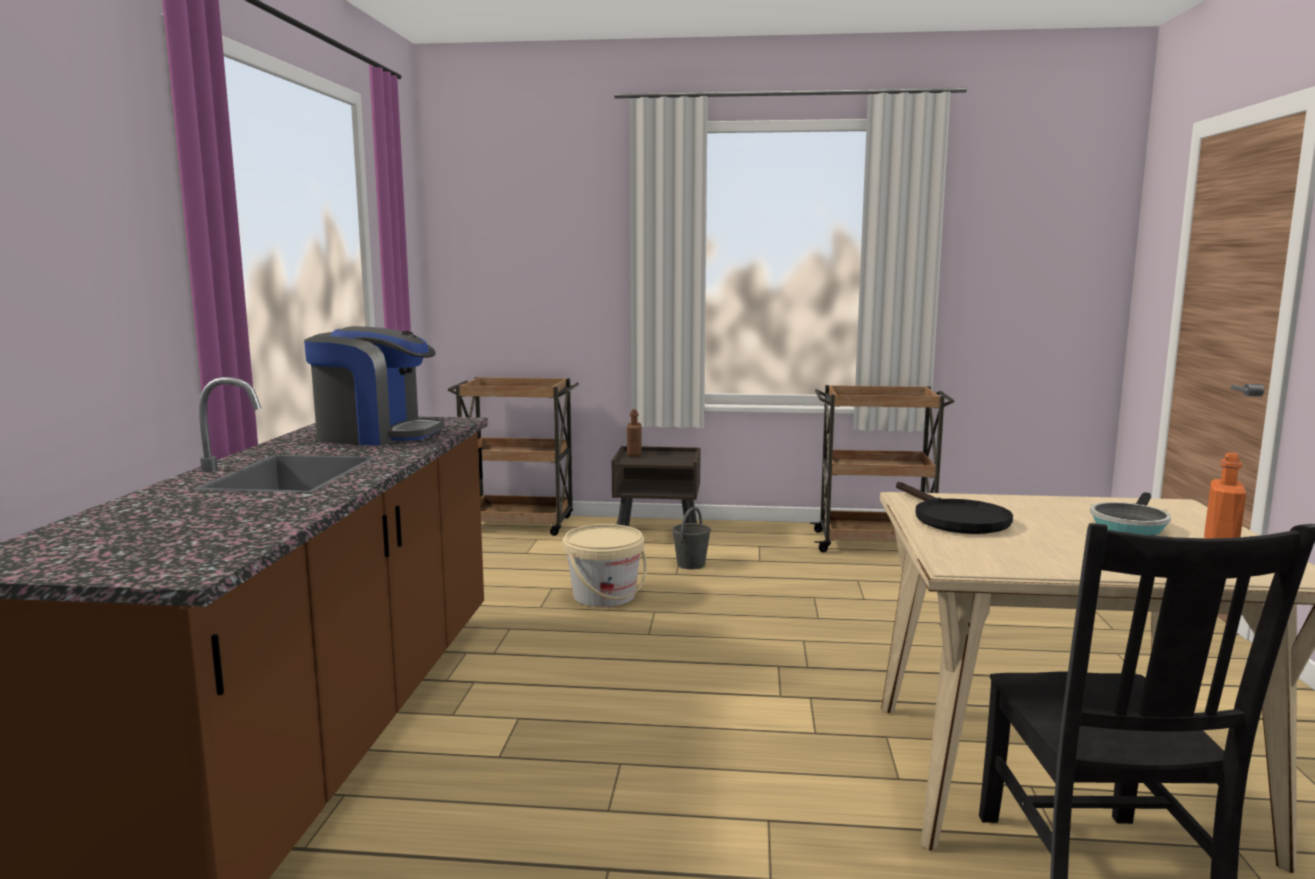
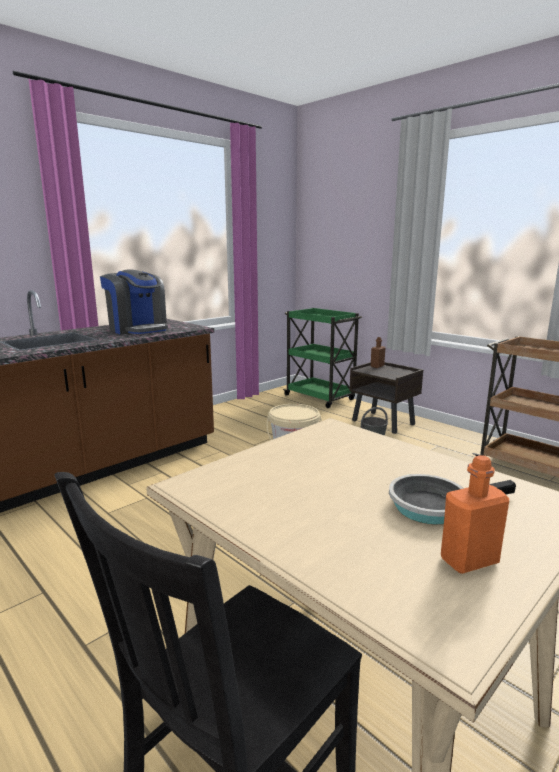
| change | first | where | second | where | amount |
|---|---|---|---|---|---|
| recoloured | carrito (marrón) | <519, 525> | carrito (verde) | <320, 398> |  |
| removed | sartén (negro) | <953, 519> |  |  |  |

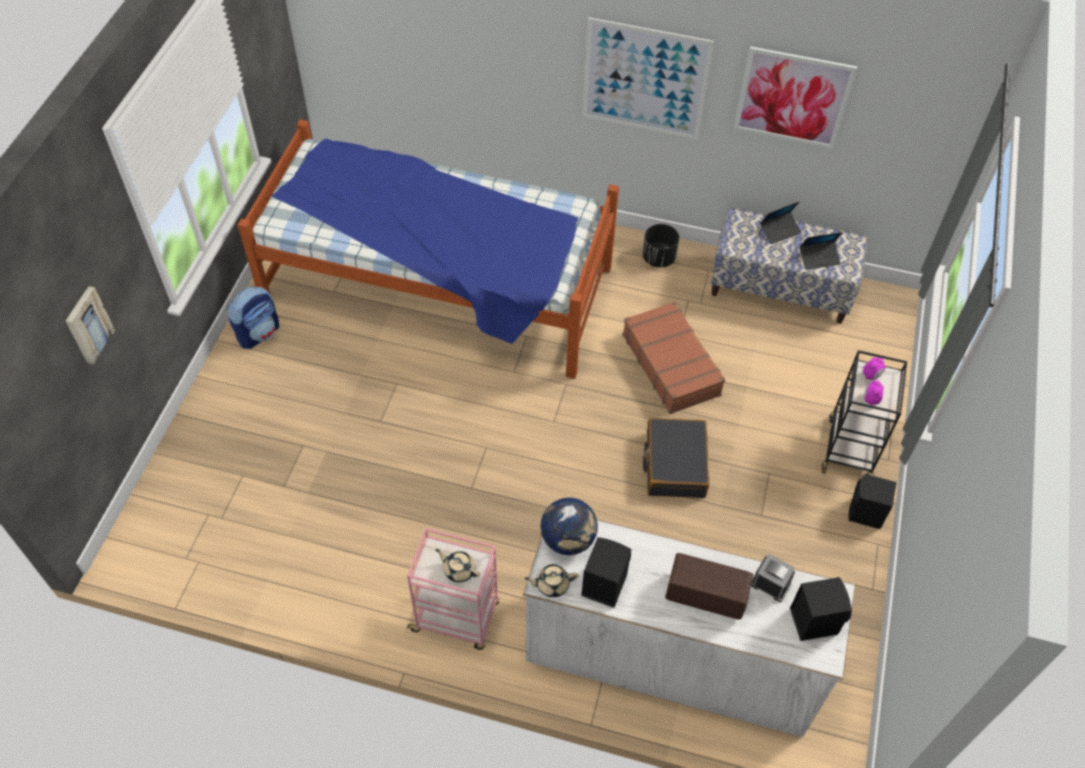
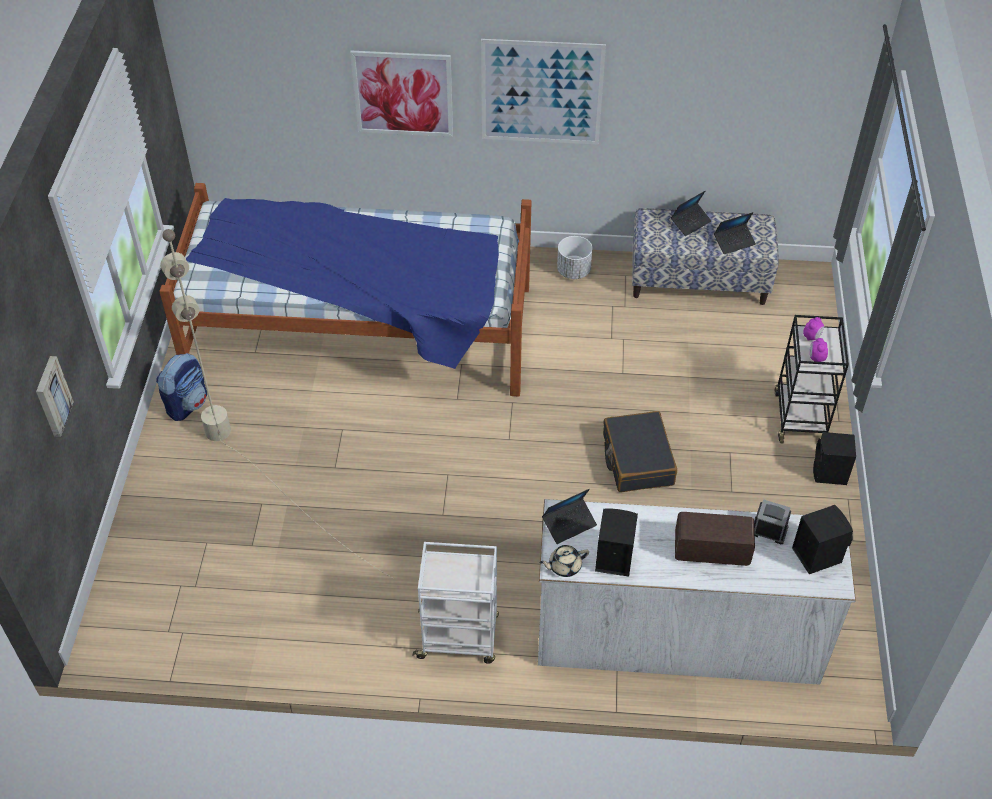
| change | first | where | second | where | amount |
|---|---|---|---|---|---|
| added |  |  | lámpara de pie (beis) | <262, 471> |  |
| moved | cuadro | <793, 98> |  | <403, 93> |  |
| recoloured | carrito (rosa) | <457, 617> | carrito (blanco) | <459, 637> |  |
| replaced | globo terráqueo | <568, 539> | portátil | <569, 524> |  |
| recoloured | maceta (negro) | <658, 258> | maceta (blanco) | <574, 271> |  |
| removed | tetera (beis) | <459, 569> |  |  |  |
| removed | maleta (marrón) | <671, 364> |  |  |  |

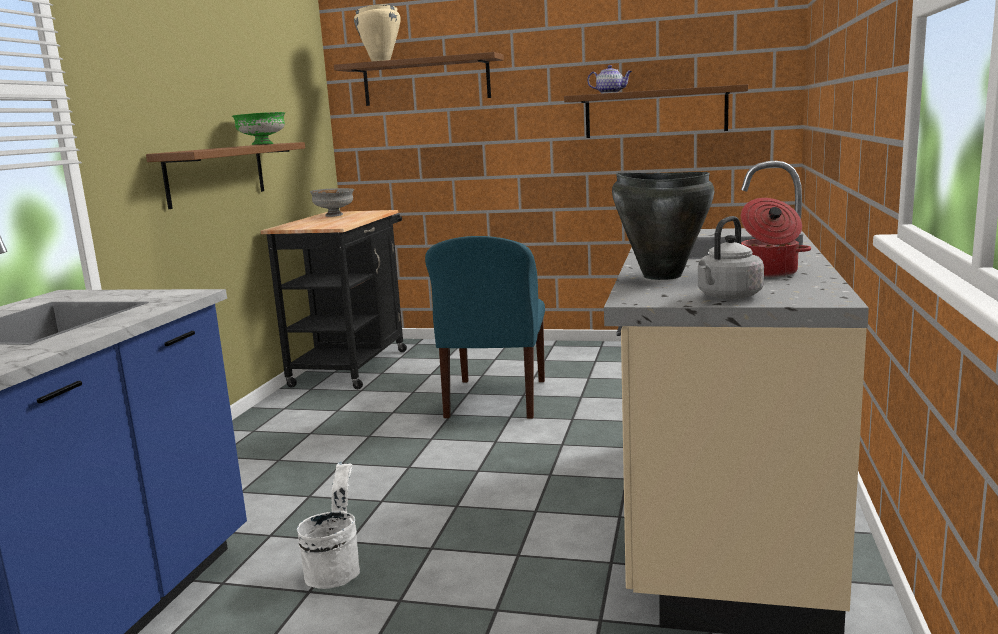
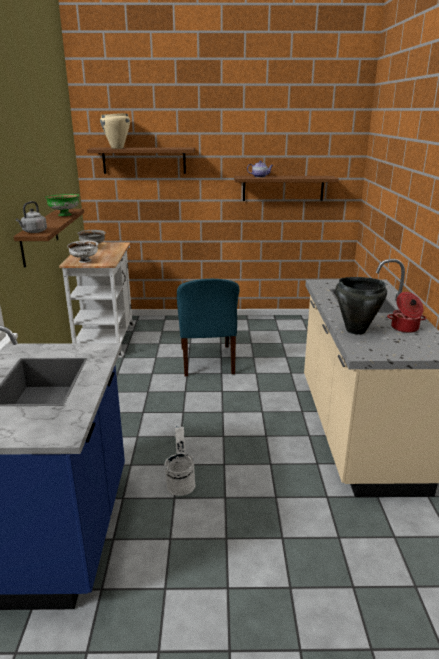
| change | first | where | second | where | amount |
|---|---|---|---|---|---|
| moved | hervidor (gris) | <727, 296> |  | <33, 232> |  |
| recoloured | carrito (negro) | <353, 365> | carrito (blanco) | <106, 338> |  |
| added |  |  | cuenco (blanco) | <85, 261> |  |

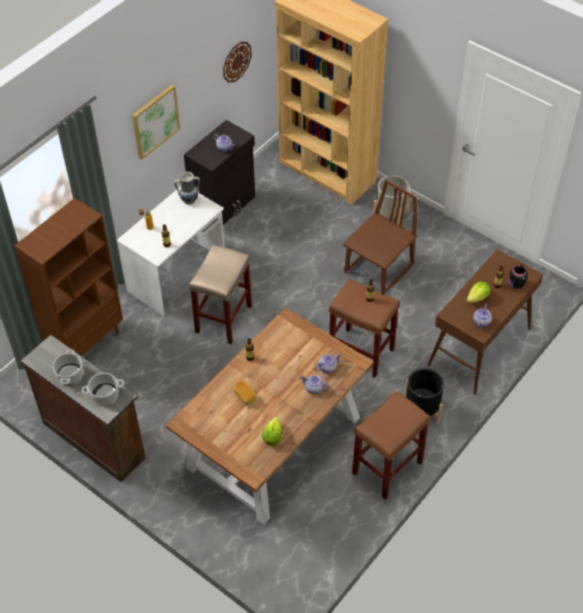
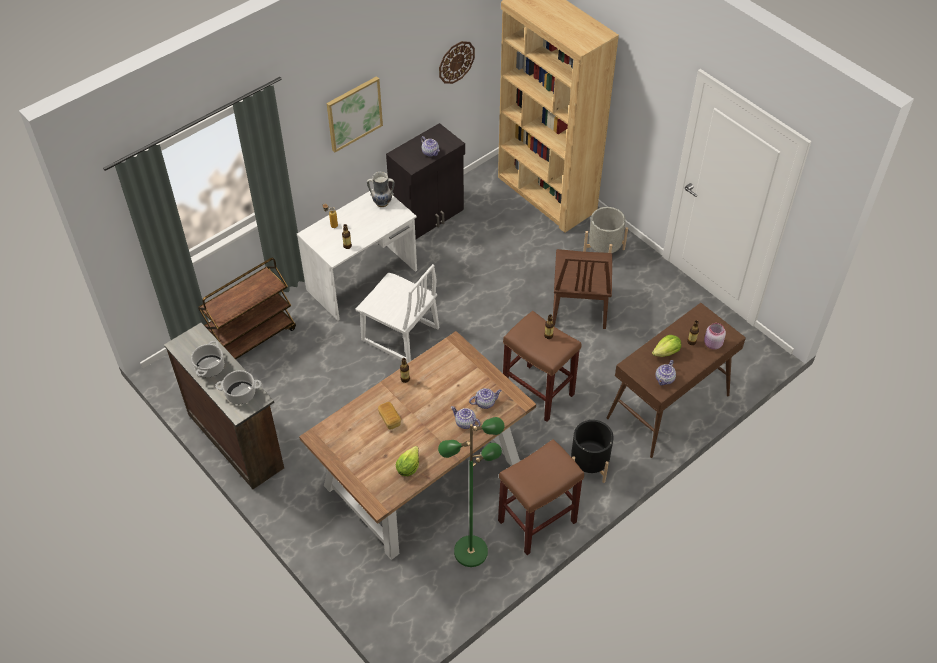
| change | first | where | second | where | amount |
|---|---|---|---|---|---|
| replaced | estantería (marrón) | <87, 344> | carrito (marrón) | <252, 339> |  |
| replaced | taburete (beis) | <223, 320> | silla (blanco) | <400, 335> |  |
| added |  |  | lámpara de pie (verde) | <471, 550> |  |
| turned | silla (marrón) | <379, 269> |  | <578, 306> | 135 degrees clockwise |
| recoloured | tarro (negro) | <515, 284> | tarro (rosa) | <712, 344> |  |

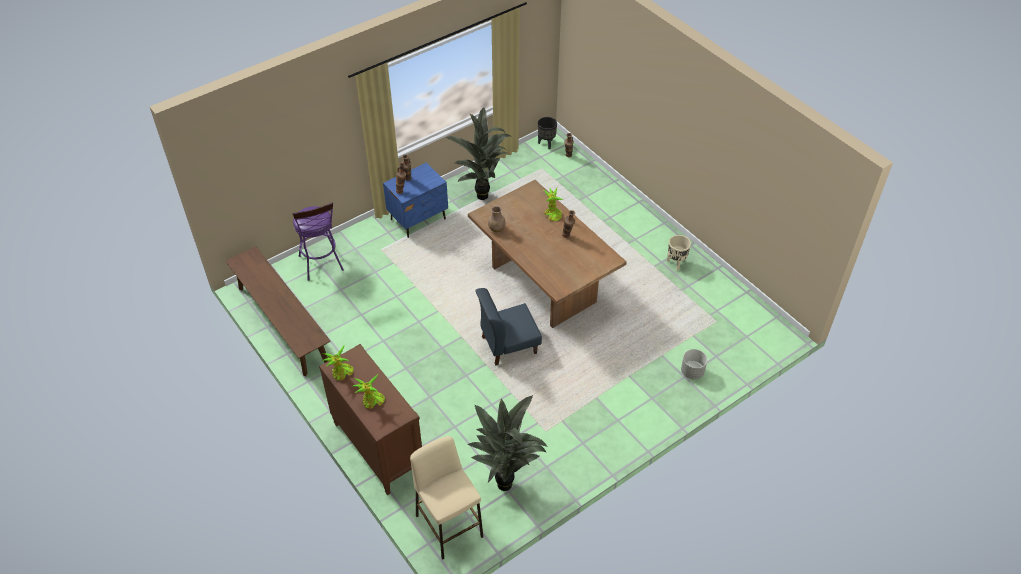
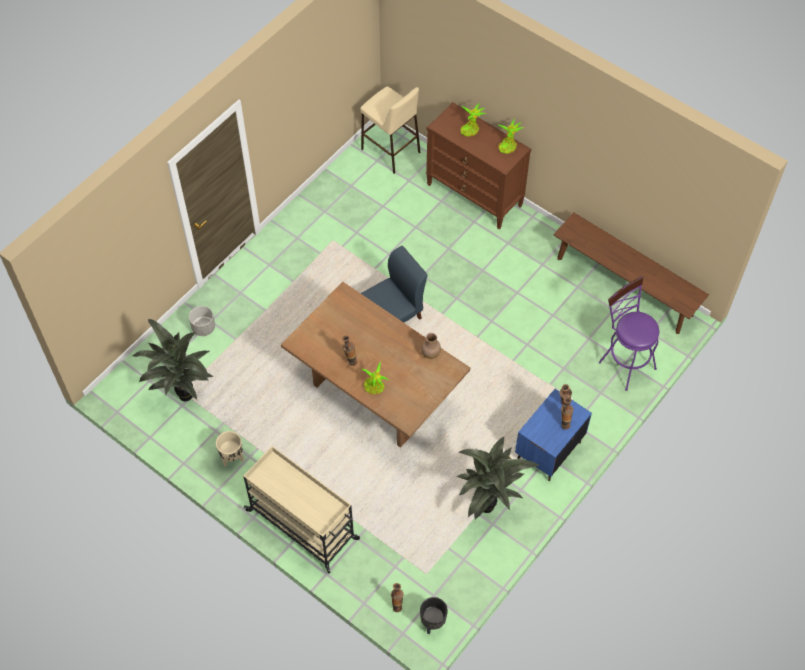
| change | first | where | second | where | amount |
|---|---|---|---|---|---|
| moved | planta en maceta | <507, 482> |  | <184, 398> |  |
| added |  |  | carrito (beis) | <303, 525> |  |

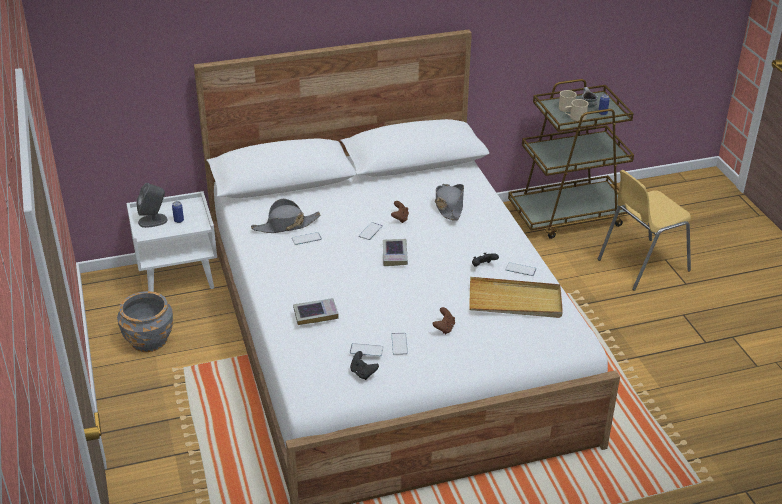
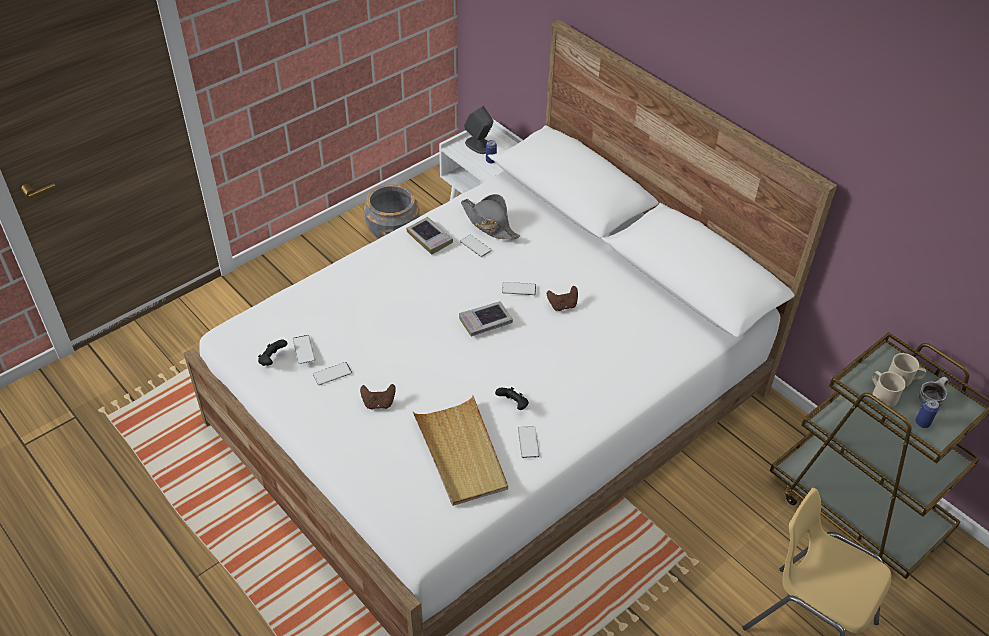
| change | first | where | second | where | amount |
|---|---|---|---|---|---|
| moved | libro | <315, 314> |  | <429, 238> |  |
| removed | sombrero (gris) | <449, 206> |  |  |  |

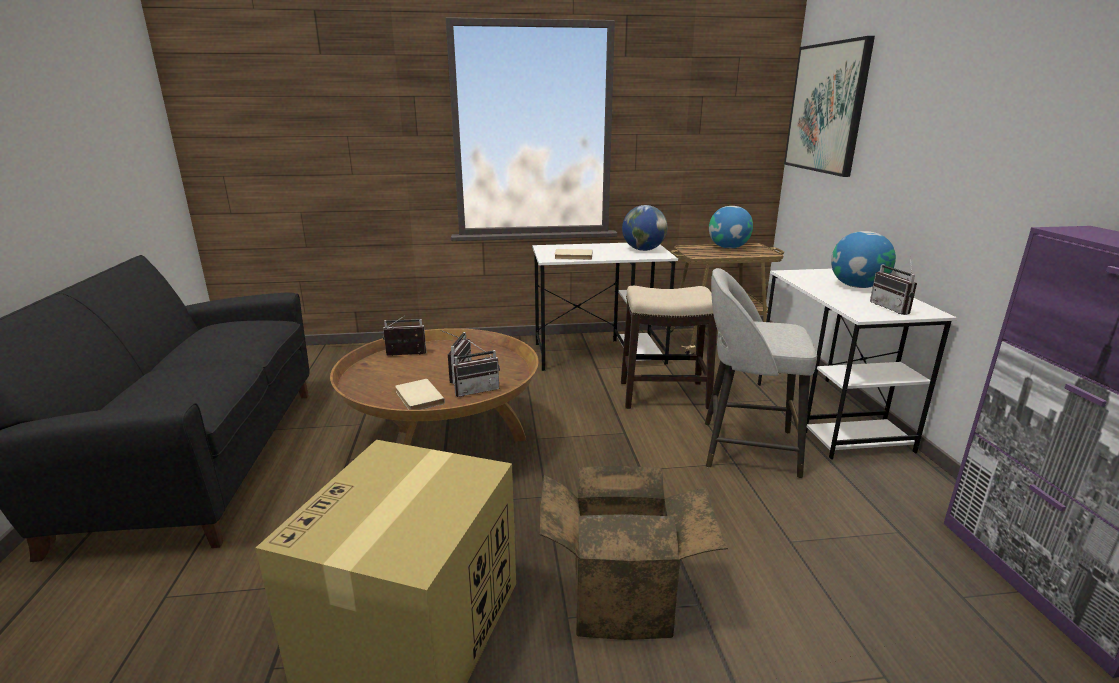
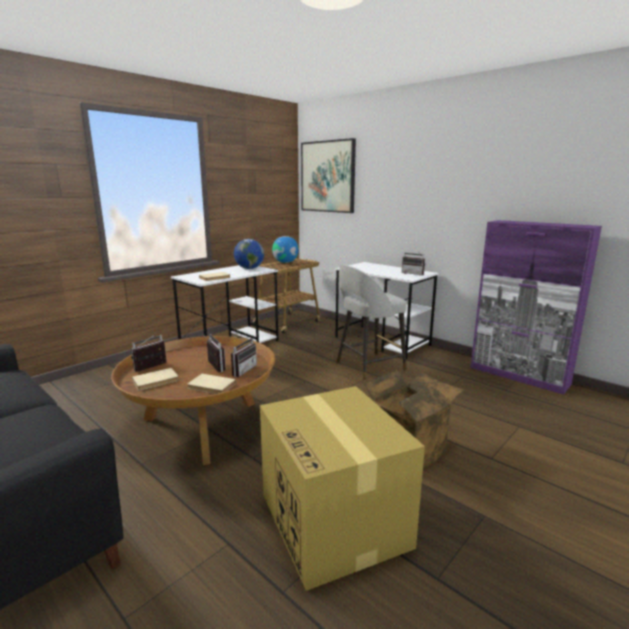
| change | first | where | second | where | amount |
|---|---|---|---|---|---|
| added |  |  | libro (beis) | <156, 381> |  |
| removed | taburete | <663, 395> |  |  |  |
| removed | globo terráqueo | <857, 286> |  |  |  |

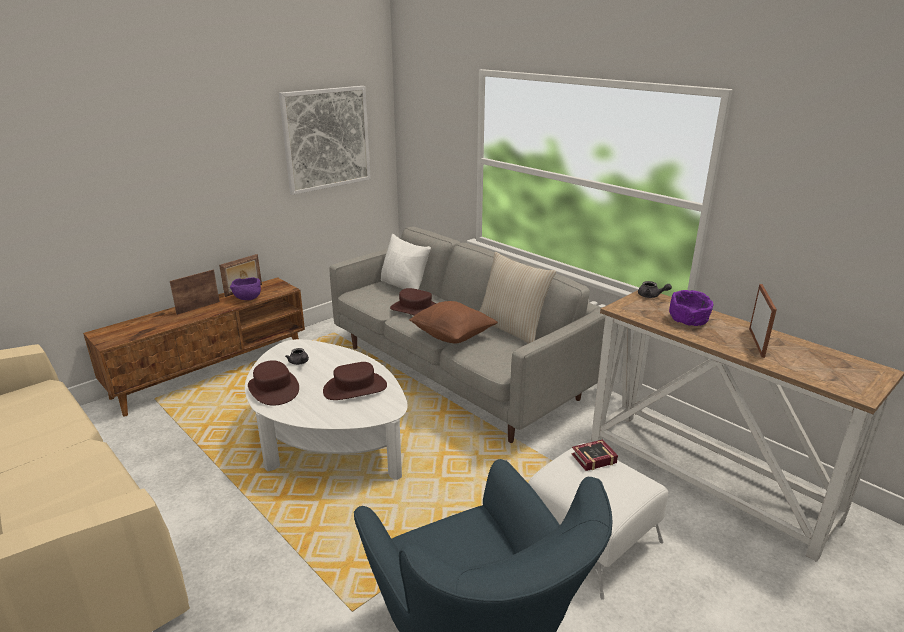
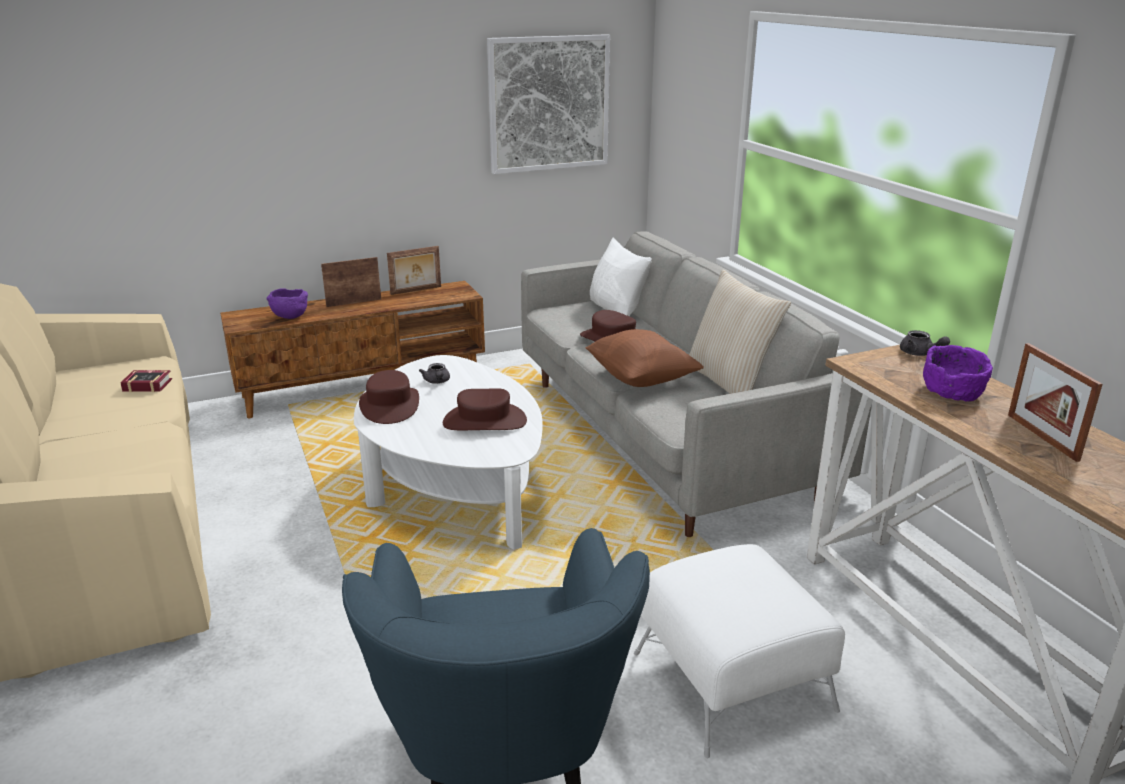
| change | first | where | second | where | amount |
|---|---|---|---|---|---|
| moved | libro | <591, 458> |  | <146, 385> |  |
| moved | cuenco (morado) | <247, 299> |  | <289, 317> |  |
| turned | portarretratos | <756, 342> |  | <1042, 437> | 135 degrees clockwise |

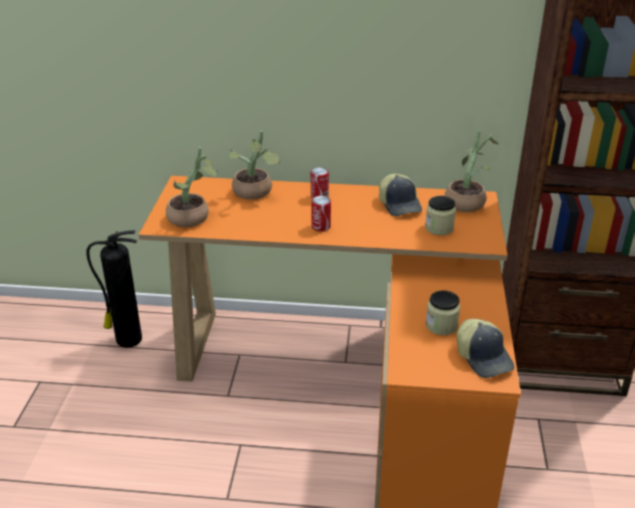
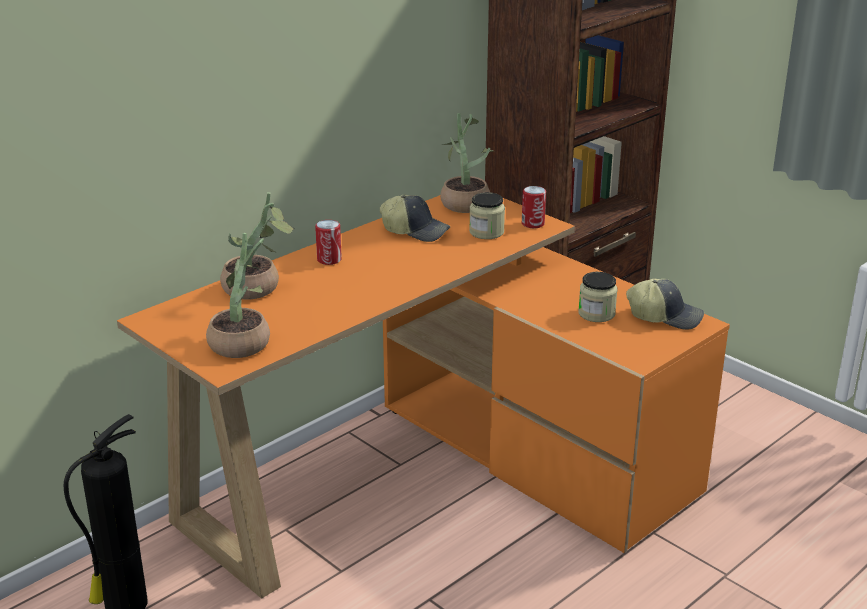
| change | first | where | second | where | amount |
|---|---|---|---|---|---|
| moved | lata | <321, 226> |  | <533, 224> |  |

